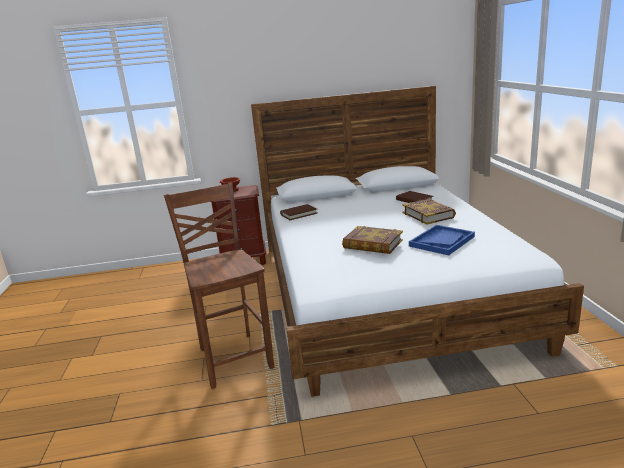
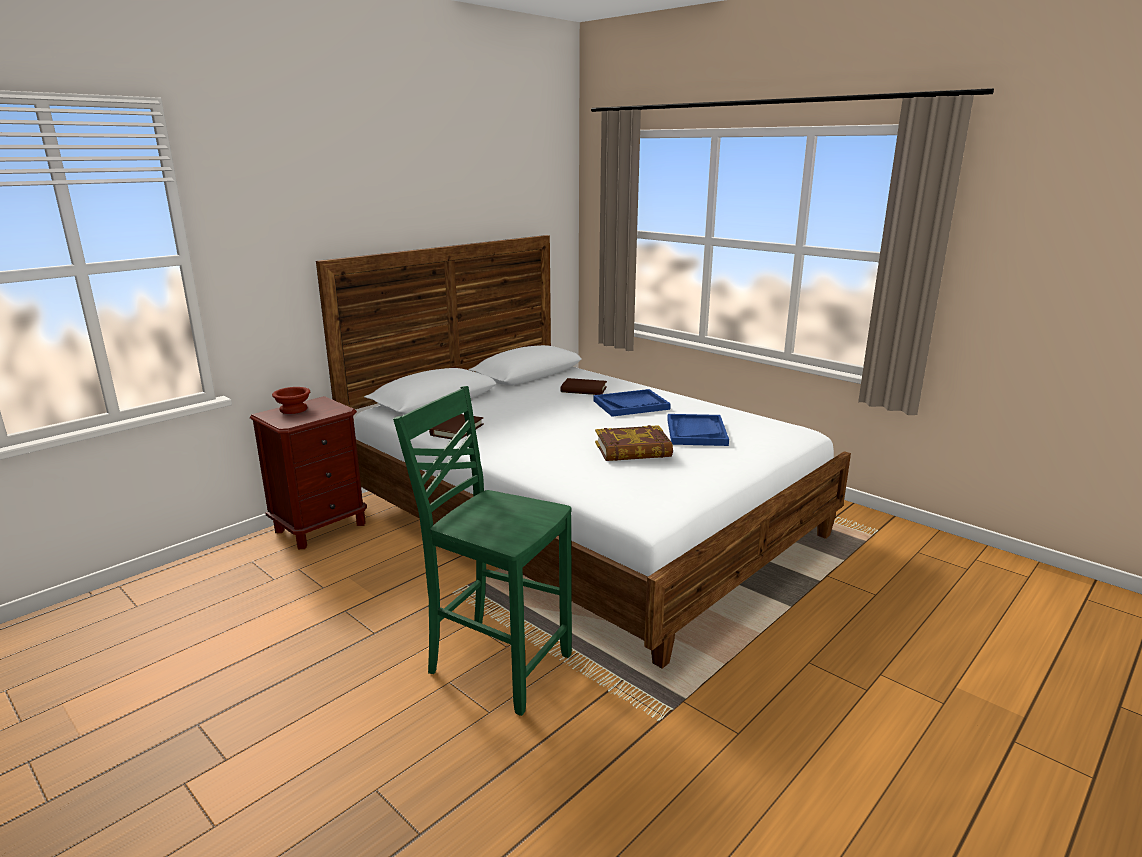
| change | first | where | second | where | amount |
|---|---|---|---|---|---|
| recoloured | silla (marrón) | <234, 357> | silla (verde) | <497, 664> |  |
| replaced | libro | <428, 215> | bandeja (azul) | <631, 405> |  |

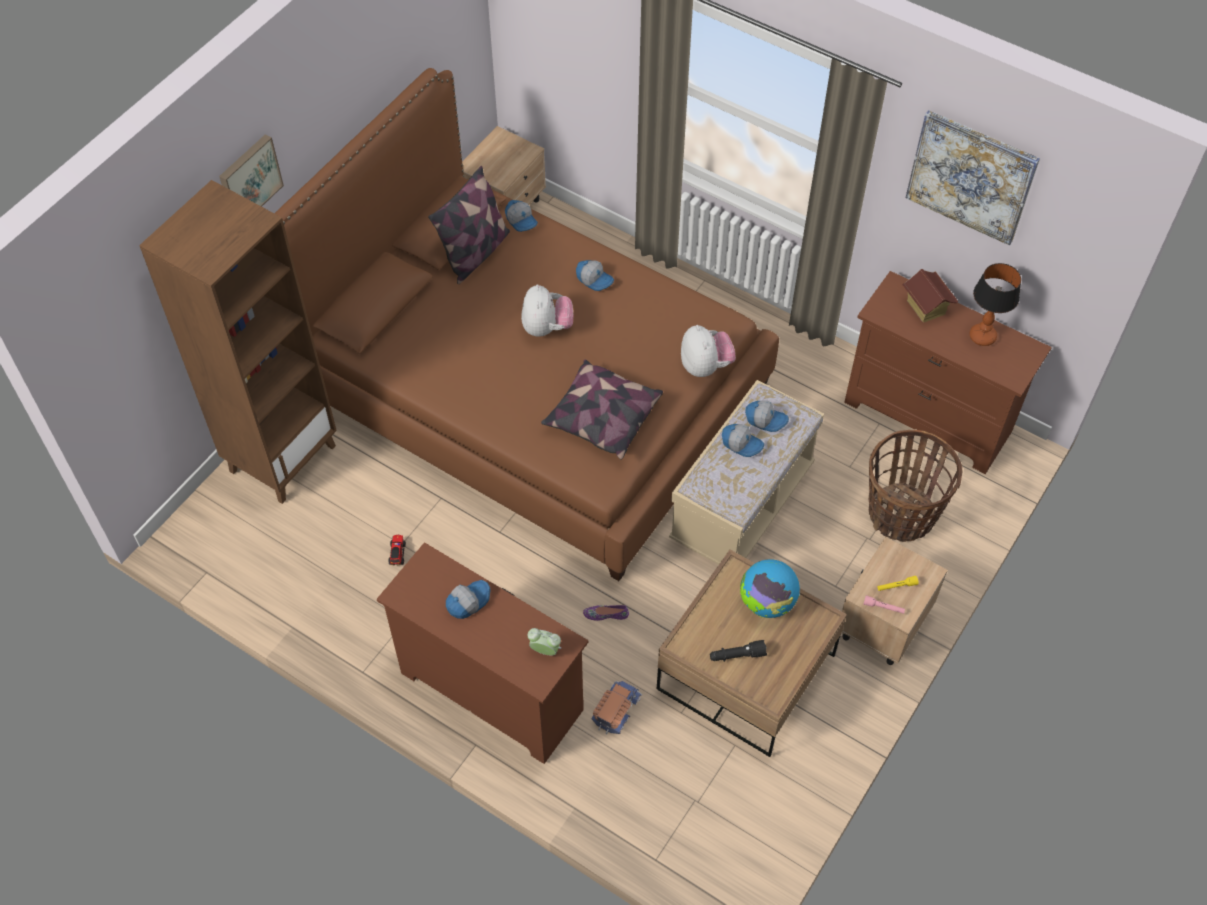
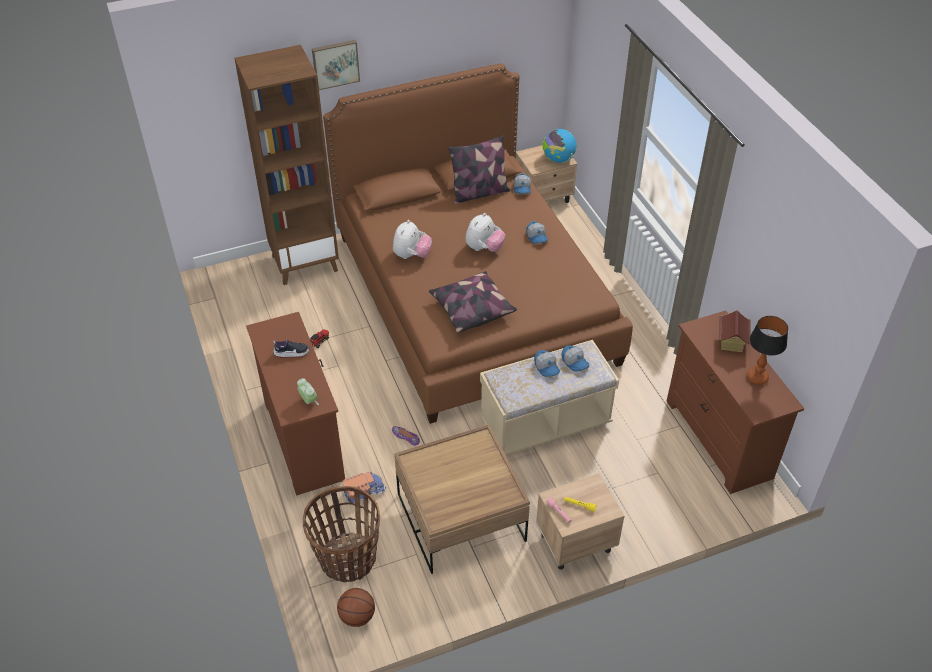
| change | first | where | second | where | amount |
|---|---|---|---|---|---|
| replaced | gorra | <467, 601> | zapato | <292, 353> |  |
| moved | cesta | <901, 515> |  | <347, 559> |  |
| added |  |  | balón de baloncesto | <357, 616> |  |
| moved | peluche | <705, 366> |  | <411, 255> |  |
| moved | globo terráqueo | <767, 603> |  | <558, 159> |  |
| removed | linterna (negro) | <737, 655> |  |  |  |
| removed | cuadro | <971, 176> |  |  |  |

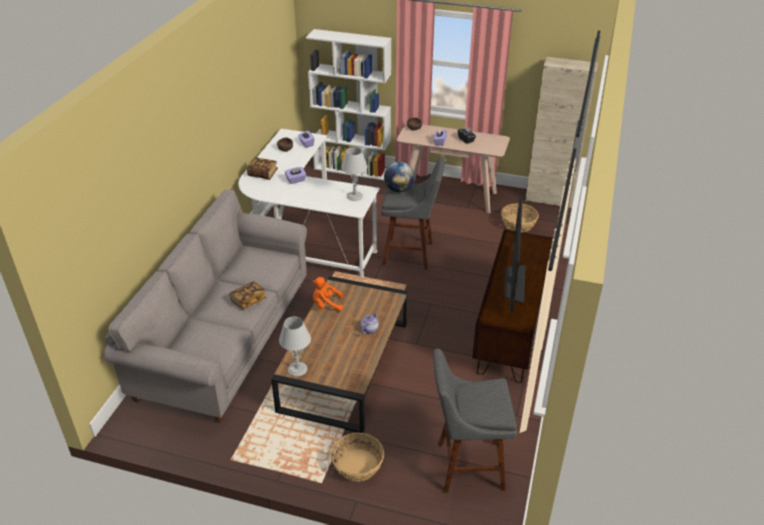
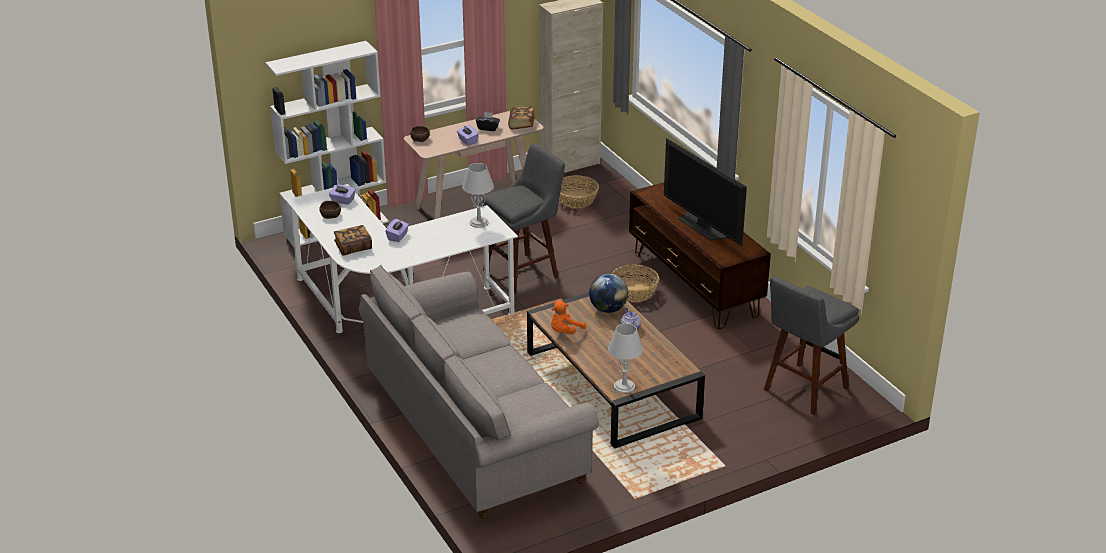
| change | first | where | second | where | amount |
|---|---|---|---|---|---|
| moved | libro | <248, 301> |  | <521, 124> |  |
| moved | globo terráqueo | <399, 190> |  | <608, 309> |  |
| moved | cesta | <357, 465> |  | <634, 292> |  |

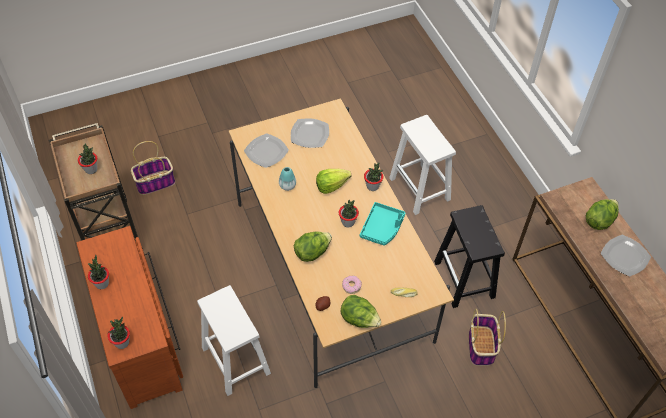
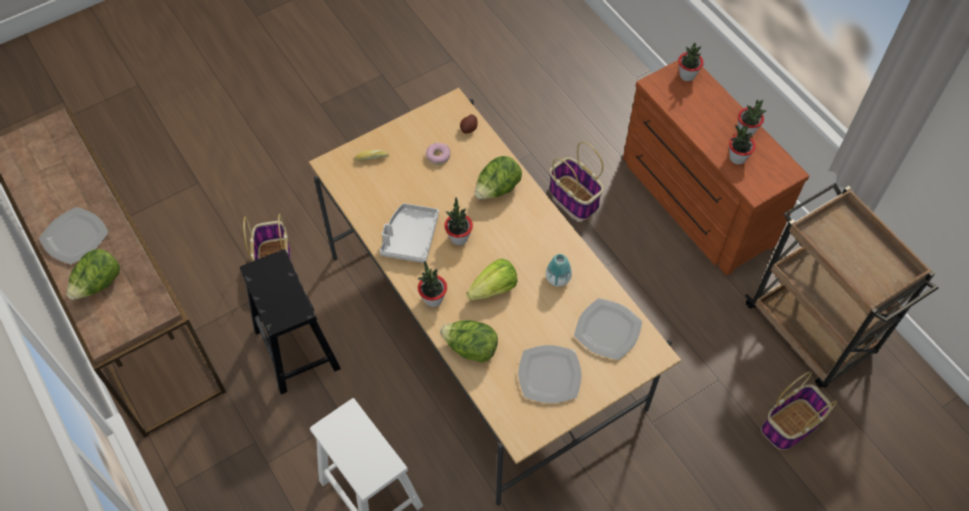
| change | first | where | second | where | amount |
|---|---|---|---|---|---|
| recoloured | bandeja (turquesa) | <382, 228> | bandeja (gris) | <410, 237> |  |
| moved | lechuga | <359, 319> |  | <470, 348> |  |
| replaced | taburete (blanco) | <235, 359> | cesta | <575, 198> |  |
| moved | planta en maceta | <91, 169> |  | <737, 158> |  |

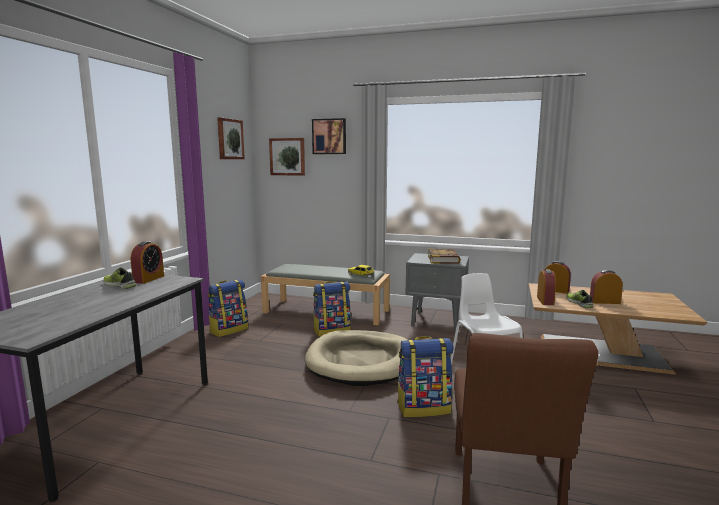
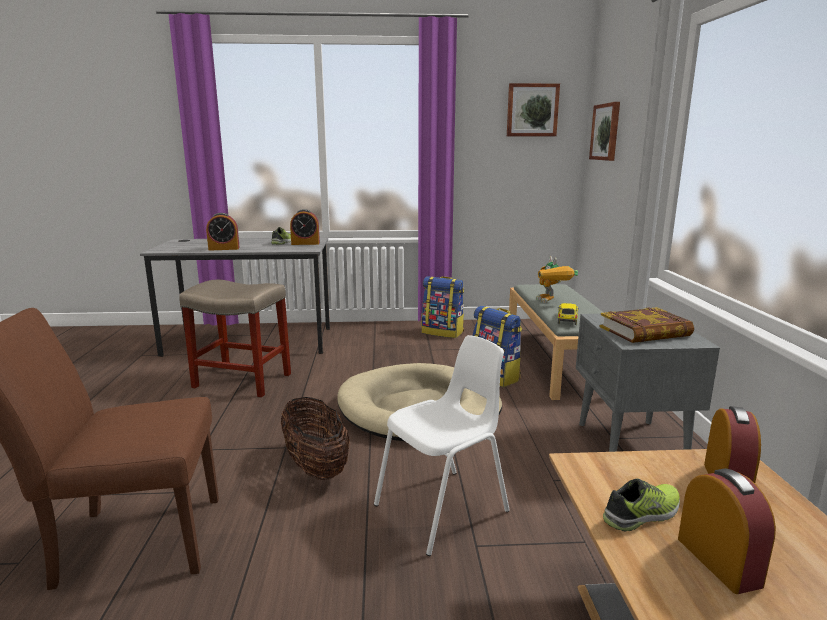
| change | first | where | second | where | amount |
|---|---|---|---|---|---|
| added |  |  | taburete (beis) | <241, 381> |  |
| moved | despertador | <545, 301> |  | <224, 248> |  |
| replaced | mochila | <424, 408> | cesta | <316, 466> |  |
| added |  |  | robot de juguete | <552, 302> |  |
| removed | cuadro | <329, 136> |  |  |  |

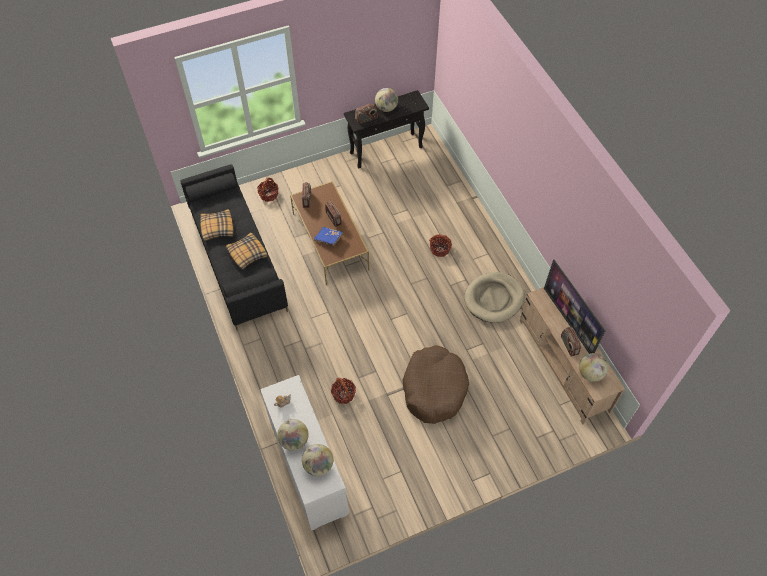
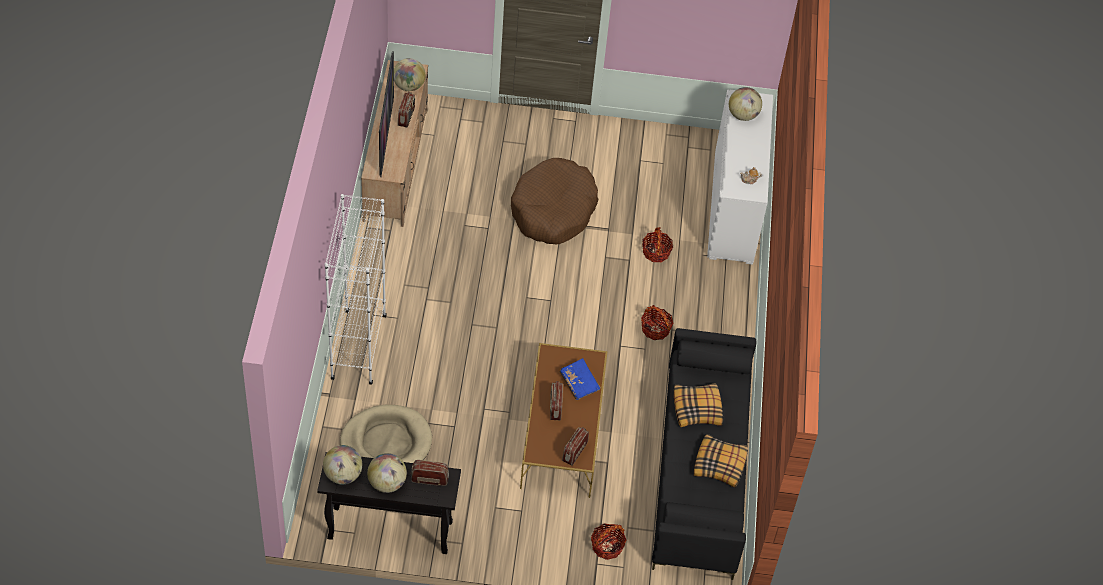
| change | first | where | second | where | amount |
|---|---|---|---|---|---|
| moved | globo terráqueo | <294, 440> |  | <343, 475> |  |
| added |  |  | estantería (blanco) | <358, 347> |  |
| moved | cama para perro (beis) | <494, 299> |  | <386, 442> |  |
| moved | cesta | <440, 249> |  | <655, 329> |  |

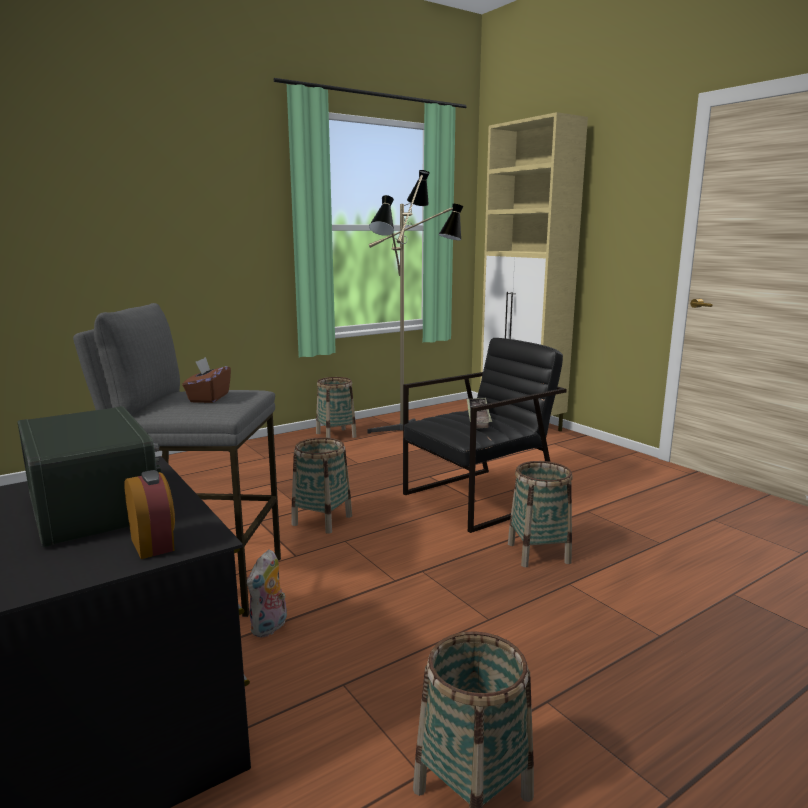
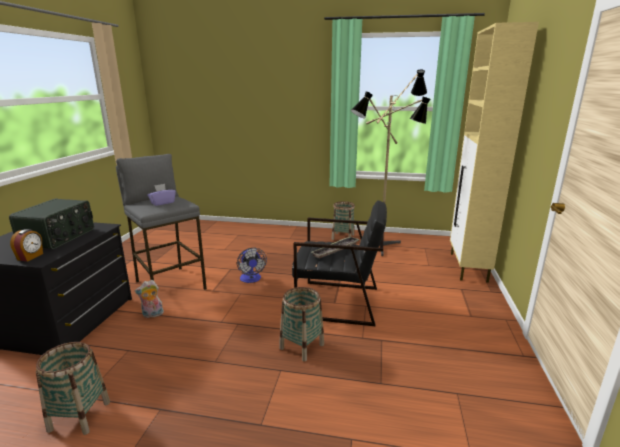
| change | first | where | second | where | amount |
|---|---|---|---|---|---|
| recoloured | caja de pañuelos (marrón) | <208, 398> | caja de pañuelos (morado) | <162, 203> |  |
| replaced | cesta | <322, 520> | ventilador | <251, 279> |  |

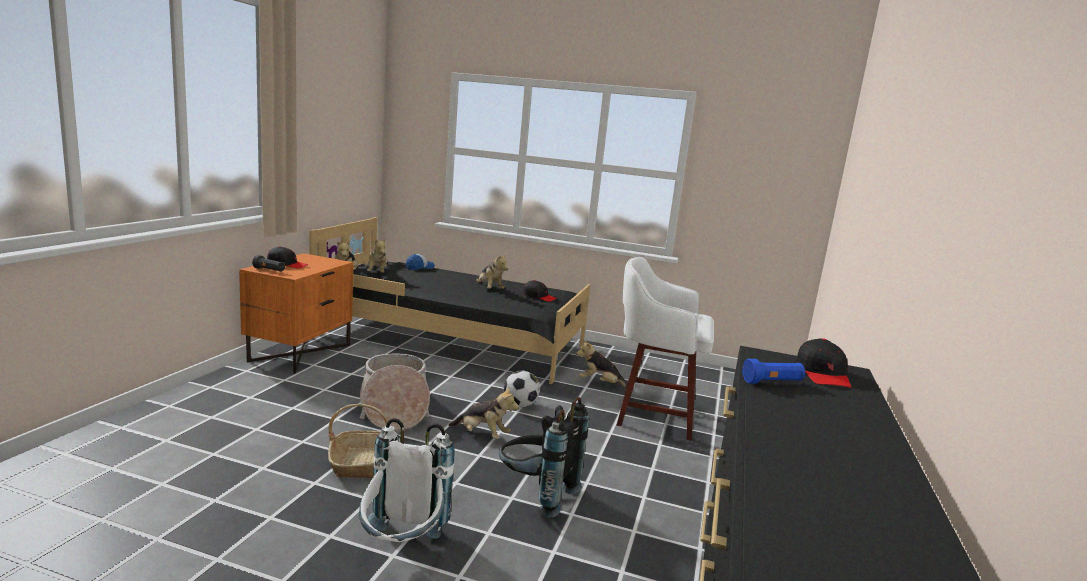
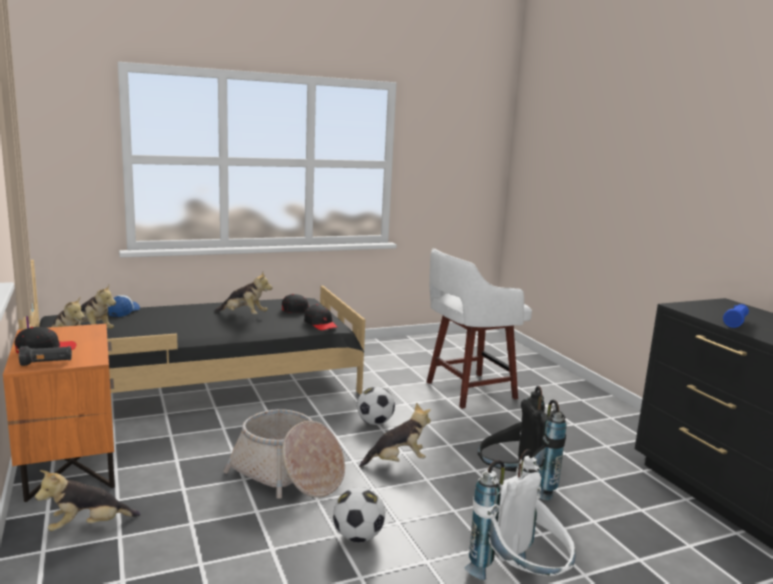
| change | first | where | second | where | amount |
|---|---|---|---|---|---|
| moved | peluche | <600, 384> |  | <88, 526> |  |
| moved | gorra (negro) | <823, 374> |  | <320, 324> |  |
| replaced | cesta | <360, 462> | balón de fútbol | <358, 536> |  |

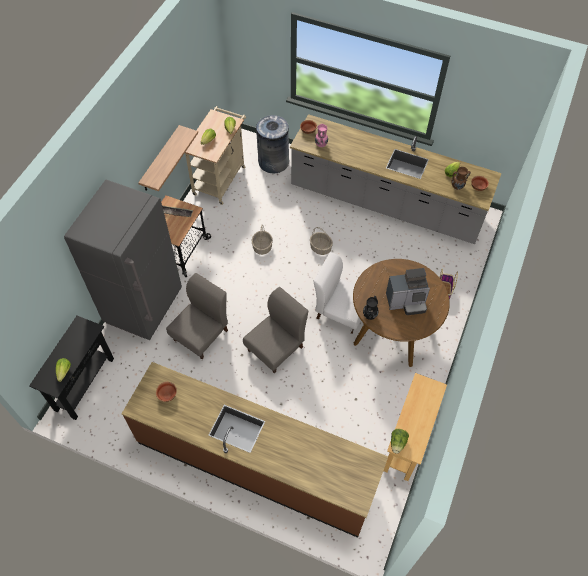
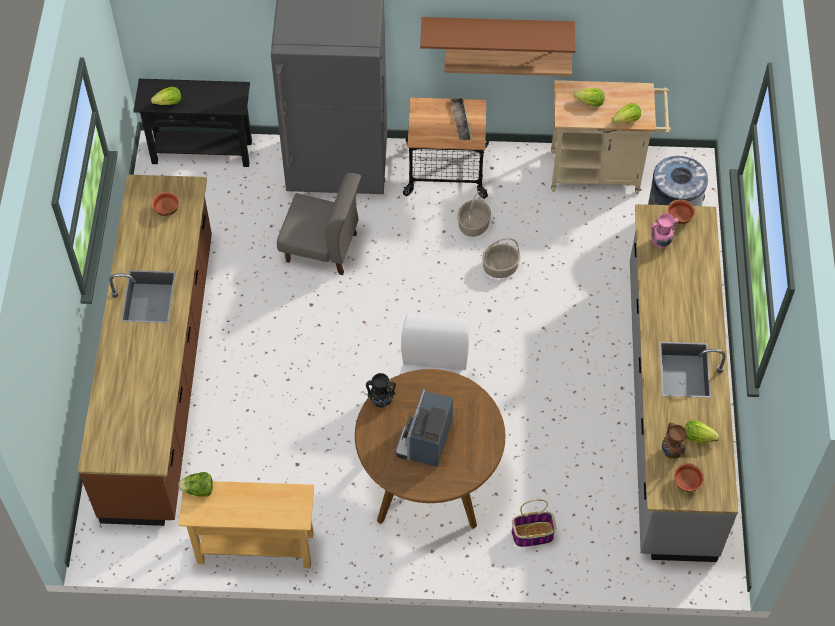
| change | first | where | second | where | amount |
|---|---|---|---|---|---|
| turned | cafetera | <406, 302> |  | <425, 442> | 45 degrees clockwise |
| added |  |  | estante (marrón) | <497, 29> |  |
| moved | cesta | <321, 248> |  | <473, 225> |  |
| removed | silla (gris) | <276, 348> |  |  |  |

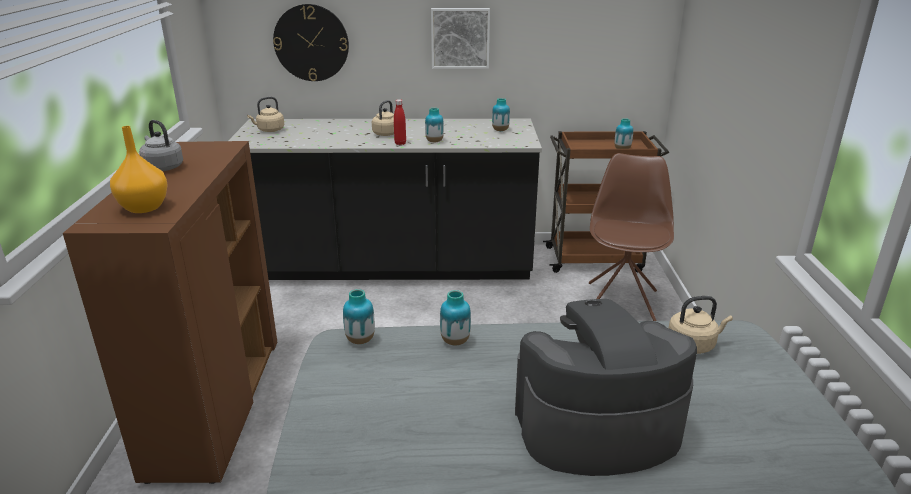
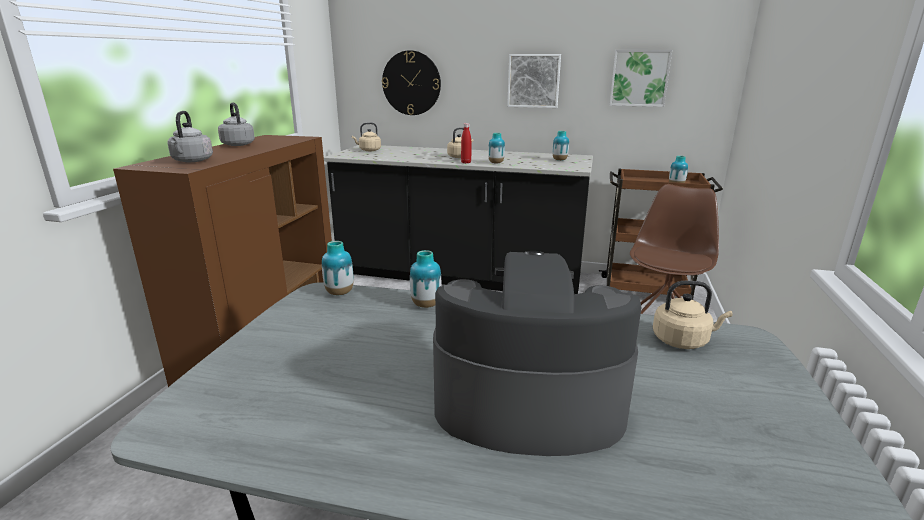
| change | first | where | second | where | amount |
|---|---|---|---|---|---|
| replaced | florero (naranja) | <145, 208> | hervidor (gris) | <192, 161> |  |
| added |  |  | cuadro | <639, 78> |  |

